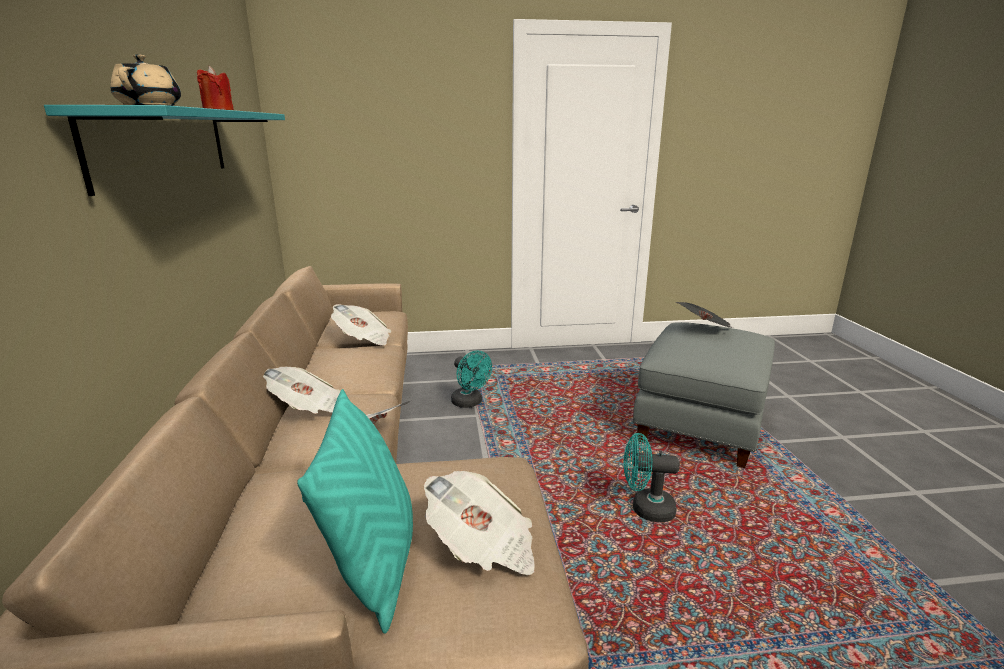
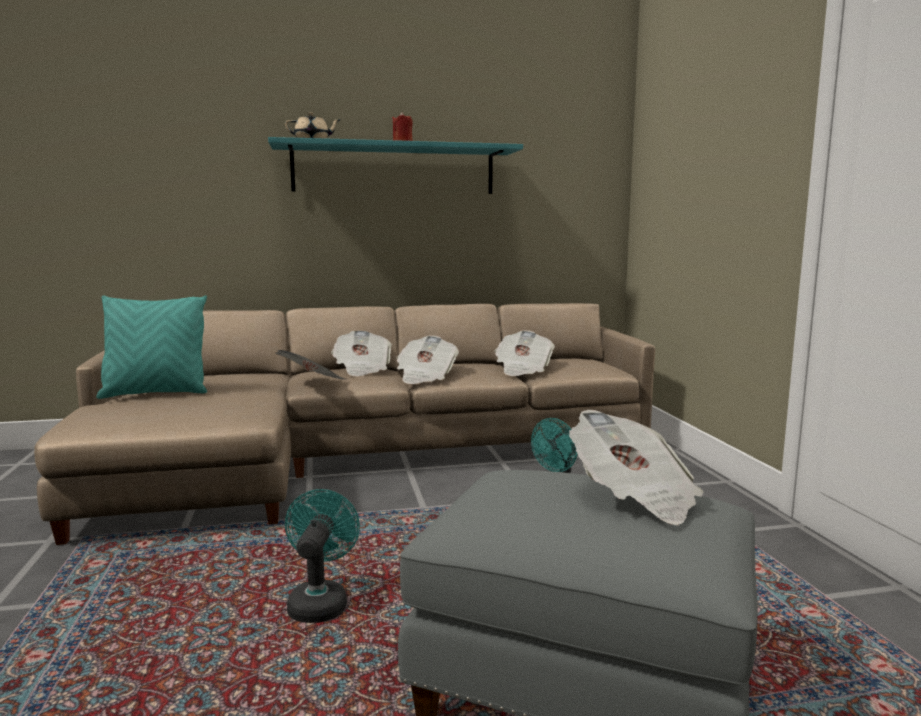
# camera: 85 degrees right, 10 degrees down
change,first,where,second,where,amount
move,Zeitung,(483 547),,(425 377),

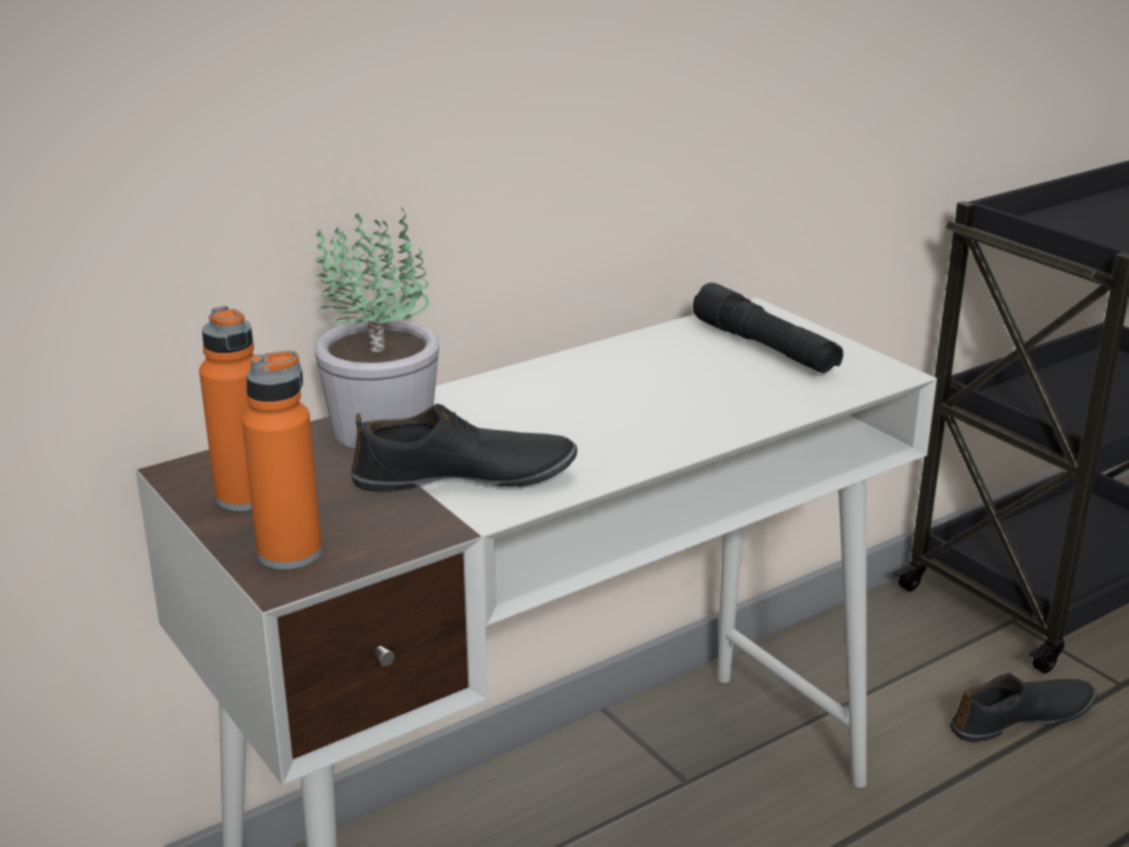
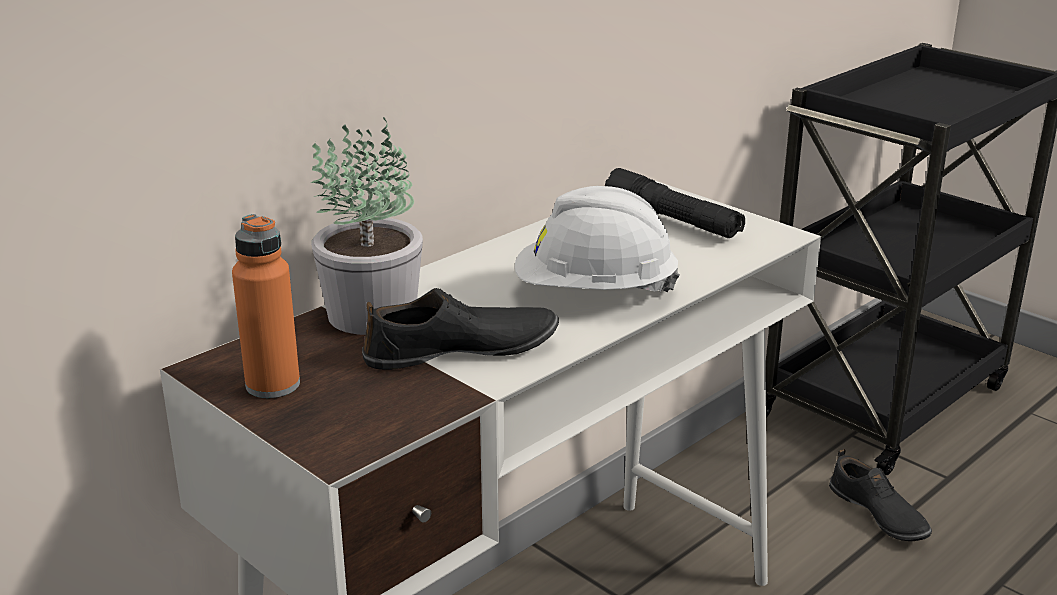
# camera: 10 degrees left, 0 degrees up
change,first,where,second,where,amount
delete,Flasche [orange],(289 553),,,
rotate,Schuh [schwarz],(1021 719),,(877 514),90 degrees clockwise
insert,,,Schutzhelm [weiß],(594 293),

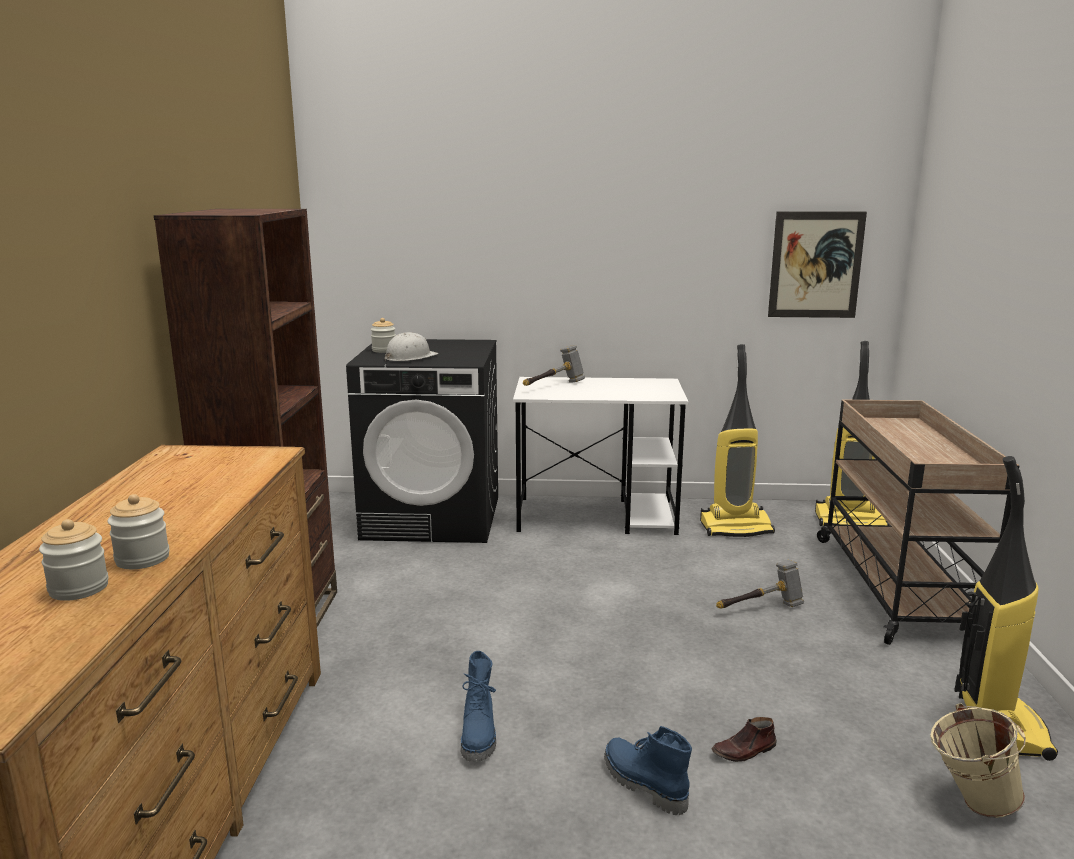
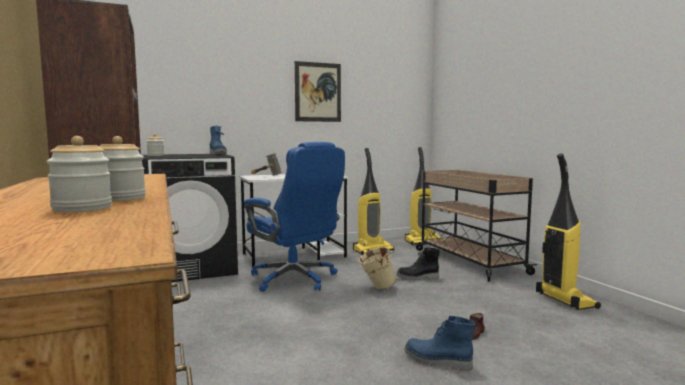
# camera: 25 degrees left, 10 degrees down
change,first,where,second,where,amount
delete,Schutzhelm [weiß],(410 357),,,
move,Stiefel [blau],(479 735),,(218 154),
replace,Hammer,(760 609),Stiefel [schwarz],(417 278),
move,Bild,(816 265),,(318 92),
move,Eimer [beige],(968 802),,(376 288),
insert,,,Bürostuhl [blau],(295 279),

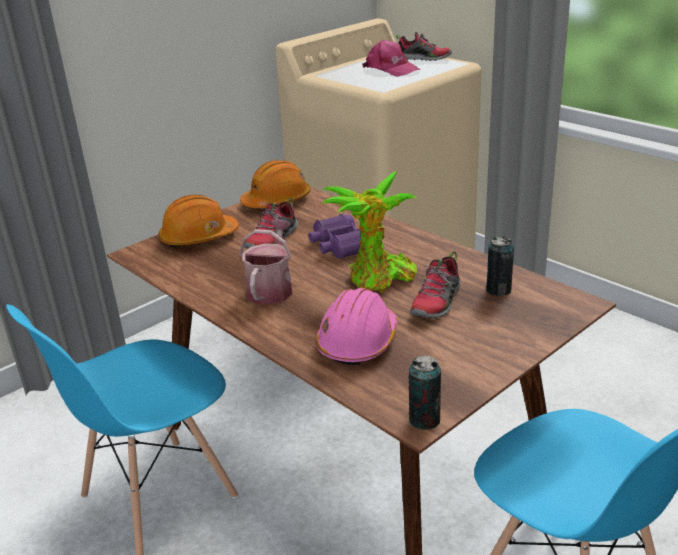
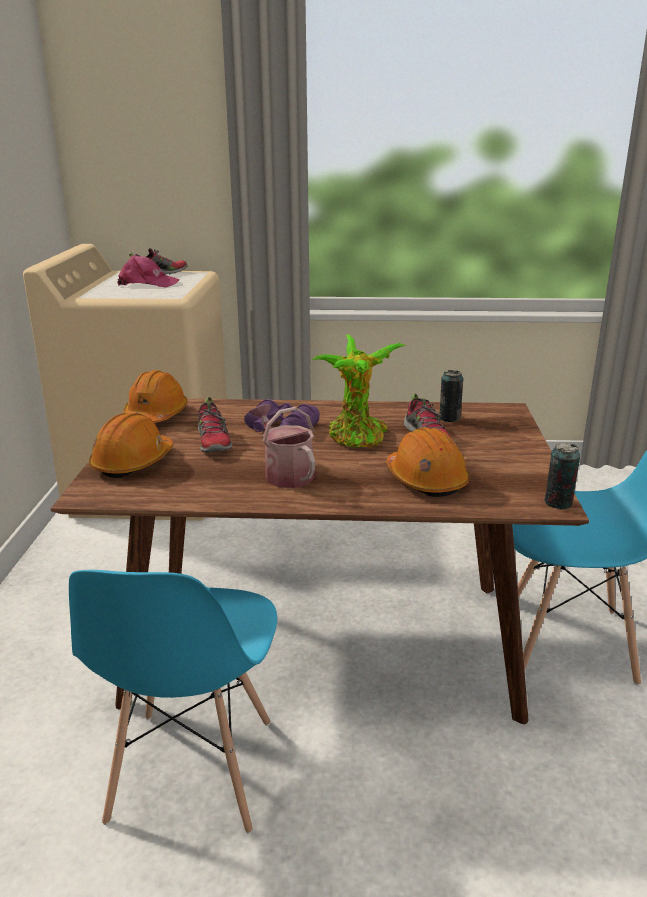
# camera: 45 degrees left, 5 degrees down
change,first,where,second,where,amount
recolor,Schutzhelm [rosa],(358 342),Schutzhelm [orange],(426 480),

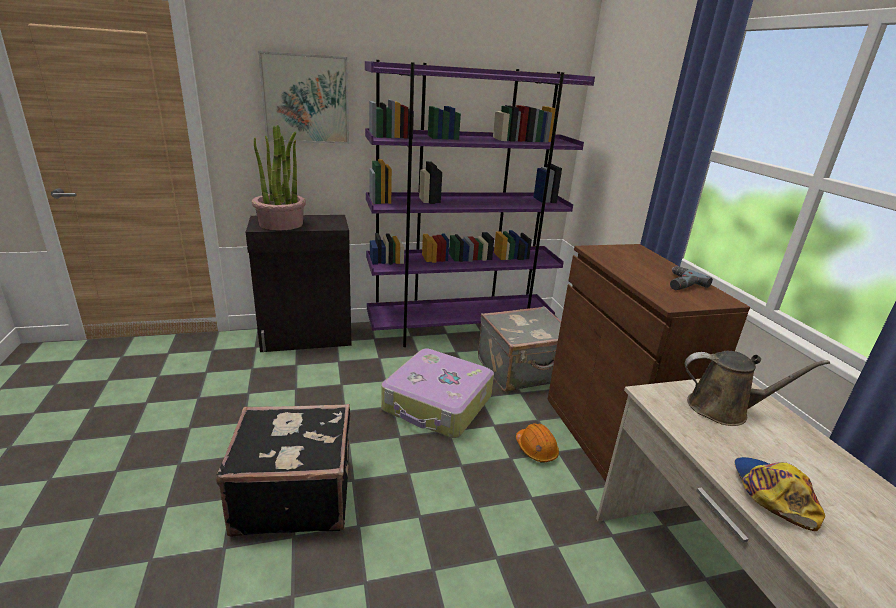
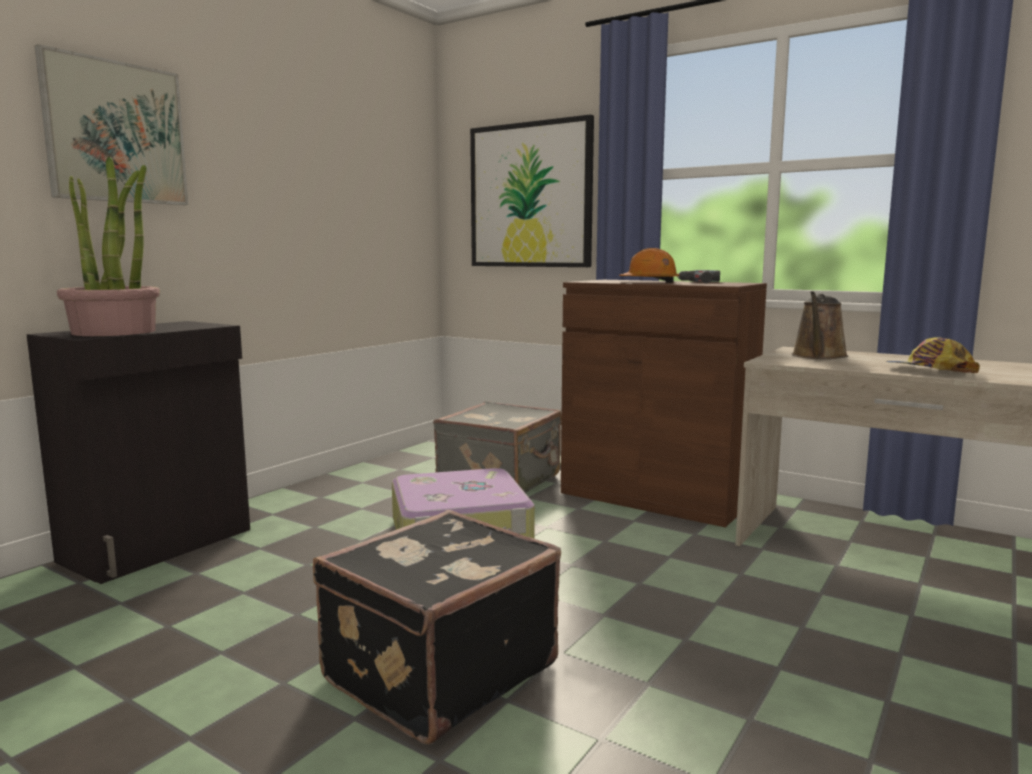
# camera: 40 degrees left, 15 degrees down
change,first,where,second,where,amount
delete,Bücherregal [lila],(460 329),,,
move,Schutzhelm [orange],(536 449),,(649 282),
rotate,Gießkanne [braun],(724 409),,(818 356),150 degrees clockwise
insert,,,Bild,(530 195),

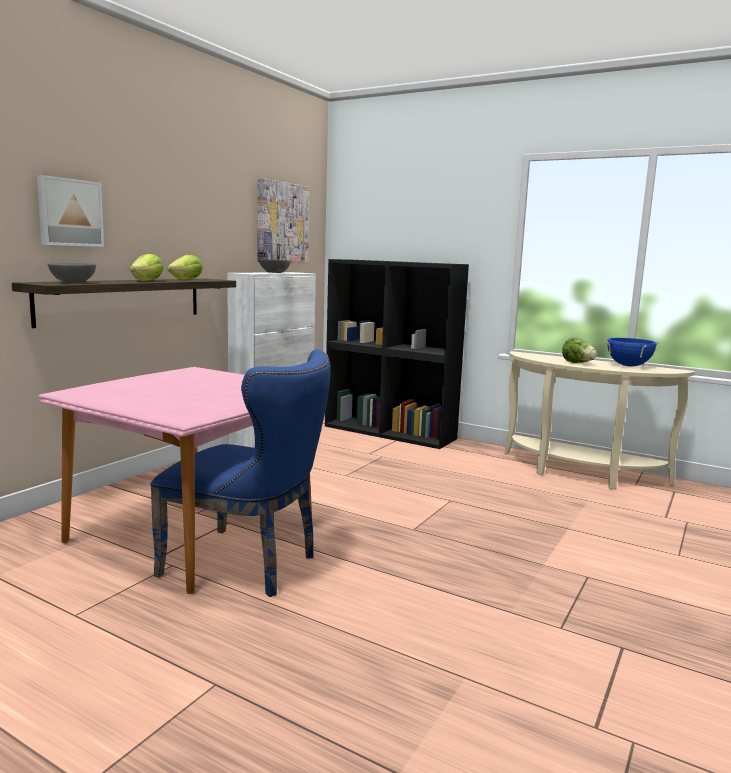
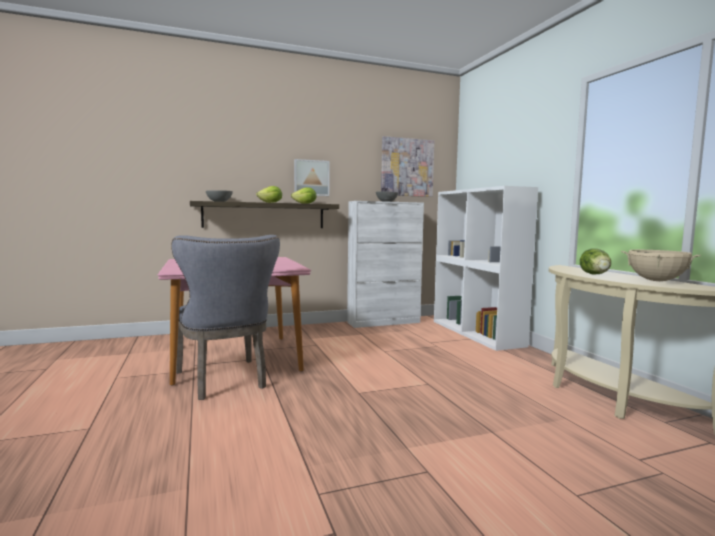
# camera: 40 degrees right, 5 degrees down
change,first,where,second,where,amount
move,Bild,(69 212),,(311 178),
recolor,Stuhl [blau],(250 564),Stuhl [grau],(225 381),
recolor,Bücherregal [schwarz],(390 432),Bücherregal [weiß],(477 333),
recolor,Kochtopf [blau],(628 366),Kochtopf [beige],(656 281),

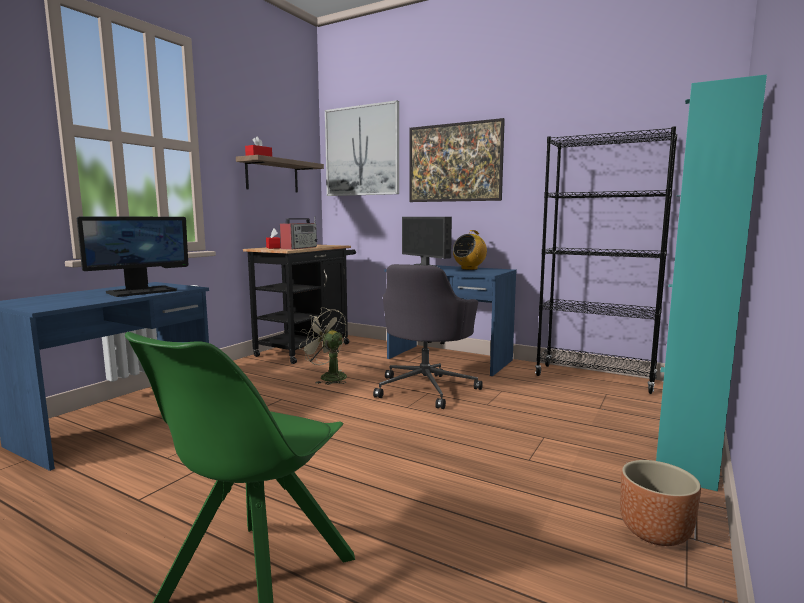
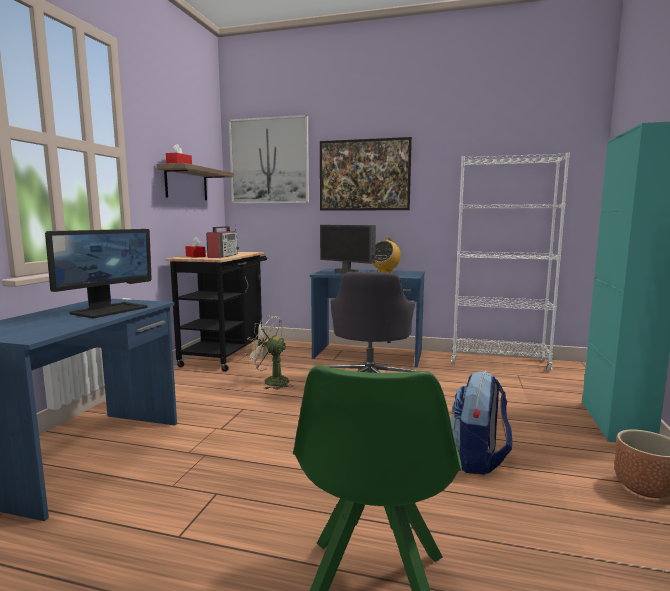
# camera: 15 degrees left, 0 degrees up
change,first,where,second,where,amount
recolor,Bücherregal [schwarz],(594 378),Bücherregal [weiß],(498 362),
insert,,,Rucksack,(478 460),

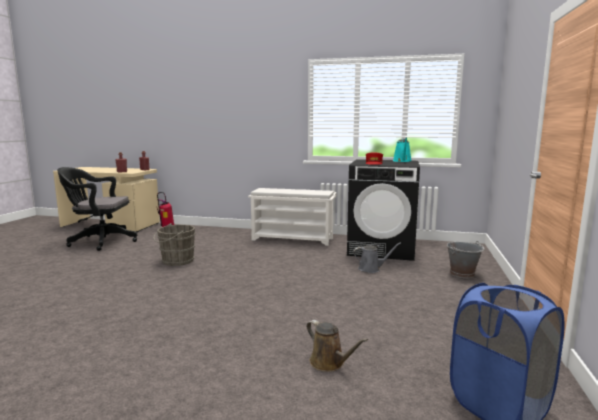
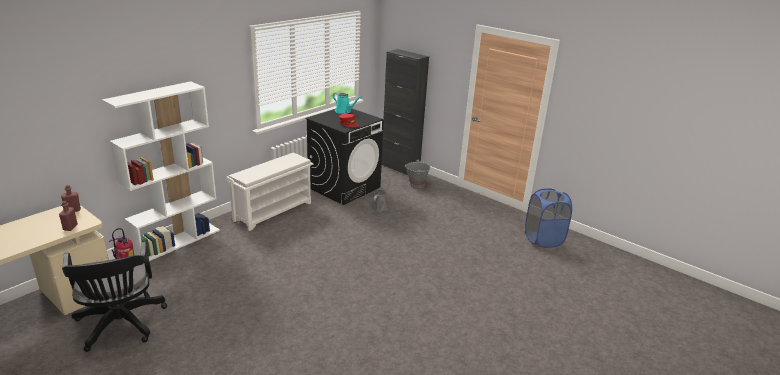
# camera: 65 degrees left, 15 degrees up
change,first,where,second,where,amount
rotate,Bürostuhl [schwarz],(100 241),,(120 326),45 degrees counterclockwise
delete,Eimer [grau],(176 261),,,
delete,Gießkanne [braun],(329 363),,,
insert,,,Bücherregal [weiß],(177 241),
insert,,,Schrank [schwarz],(400 168),

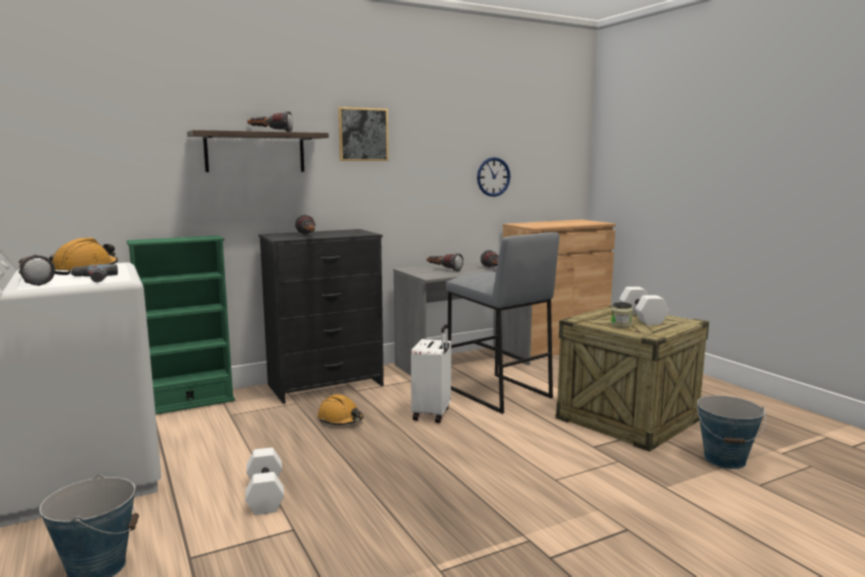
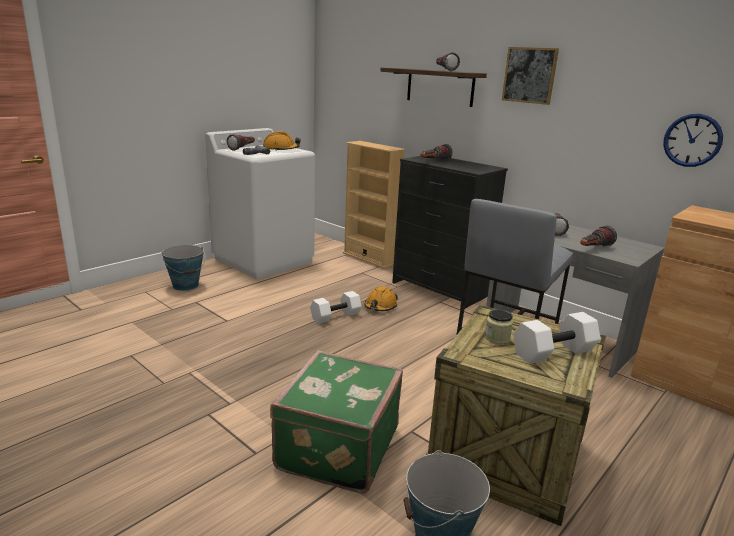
# camera: 70 degrees right, 10 degrees up
change,first,where,second,where,amount
recolor,Bücherregal [grün],(189 403),Bücherregal [beige],(369 258),
move,Hantel [weiß],(264 494),,(335 316),
delete,Koffer [weiß],(432 414),,,
insert,,,Koffer [grün],(335 448),

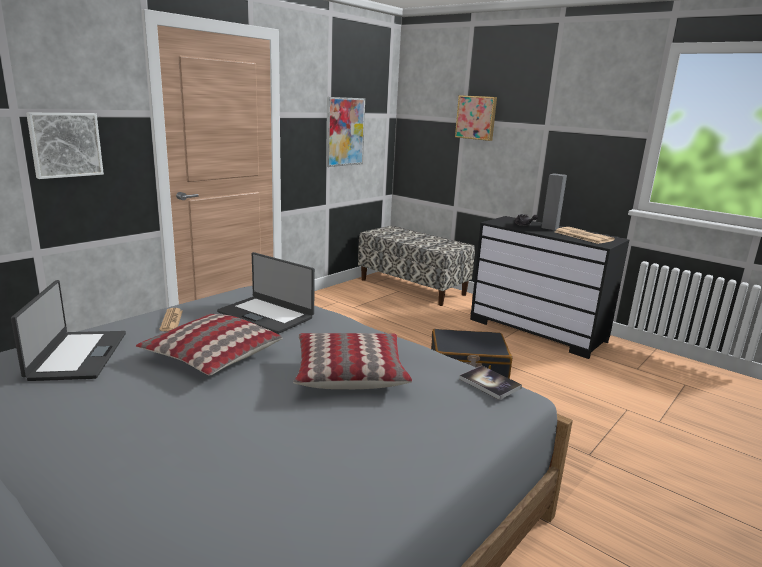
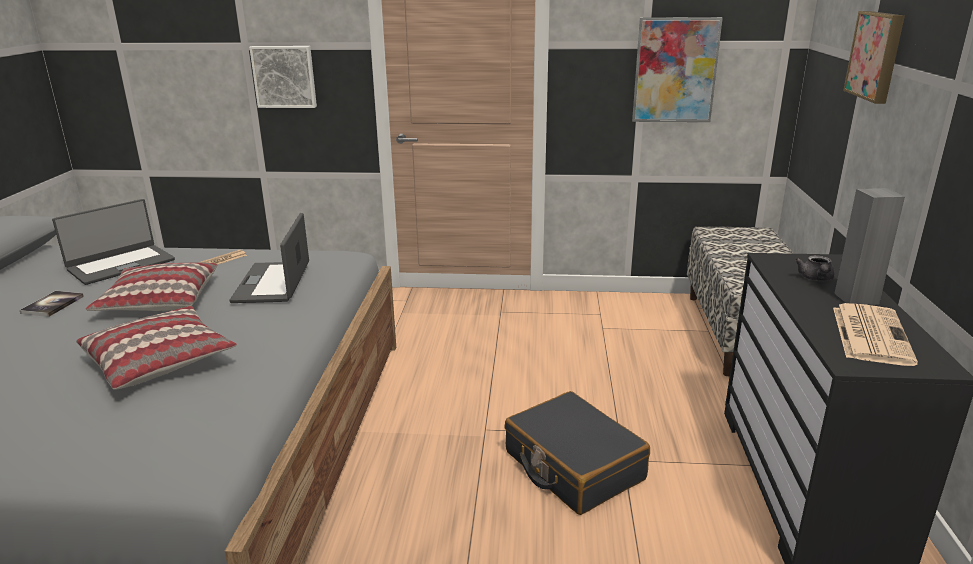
# camera: 55 degrees right, 5 degrees up
change,first,where,second,where,amount
move,Buch,(489 383),,(53 305),

